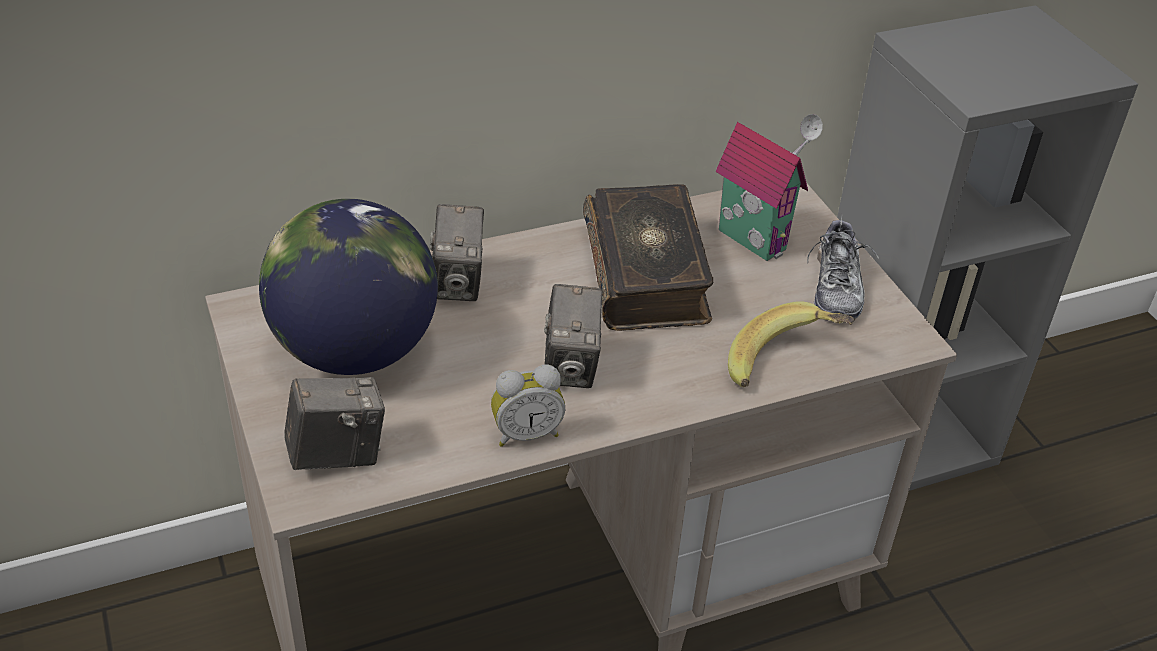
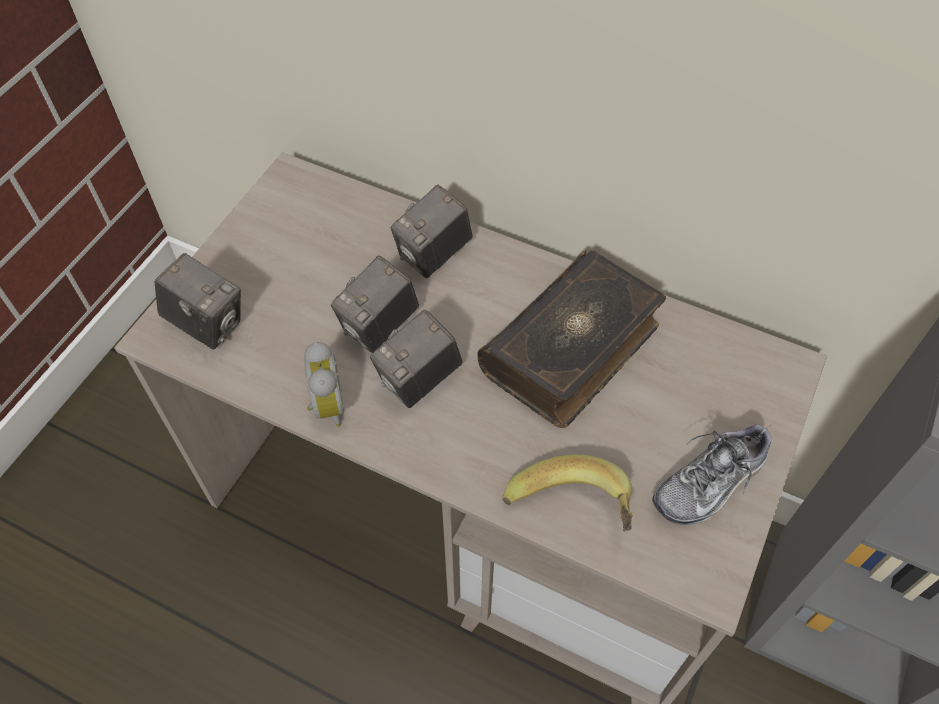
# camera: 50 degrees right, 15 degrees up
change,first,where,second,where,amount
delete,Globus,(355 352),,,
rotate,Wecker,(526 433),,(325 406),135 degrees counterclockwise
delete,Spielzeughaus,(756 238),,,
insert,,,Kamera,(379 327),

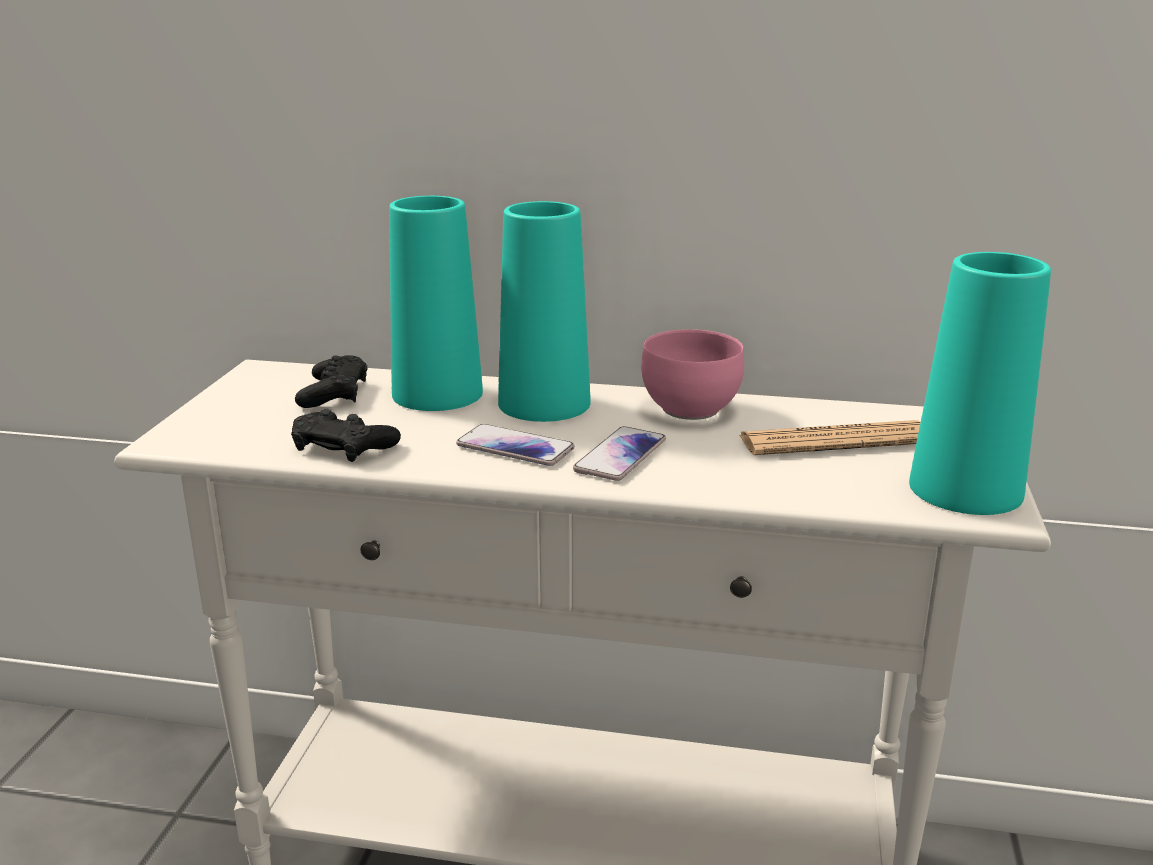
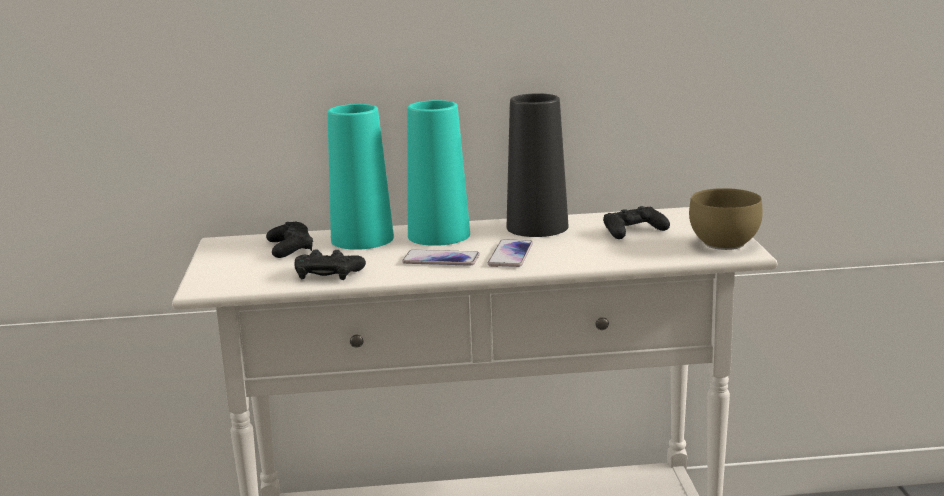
# camera: 15 degrees left, 5 degrees down
change,first,where,second,where,amount
replace,Schüssel [rosa],(693 411),Vase [schwarz],(537 227),
replace,Zeitung,(834 441),Gamepad [schwarz],(633 231),
replace,Vase [türkis],(965 489),Schüssel [braun],(721 244),

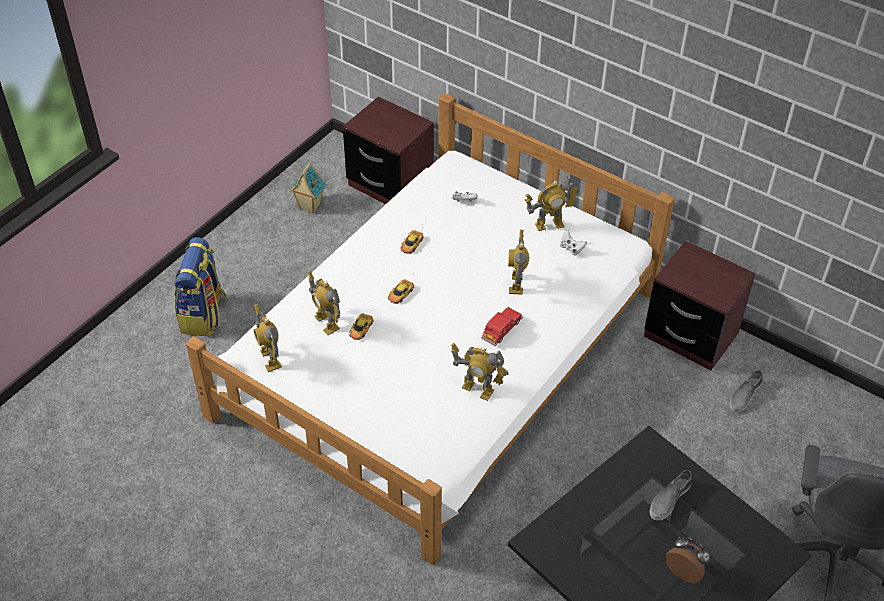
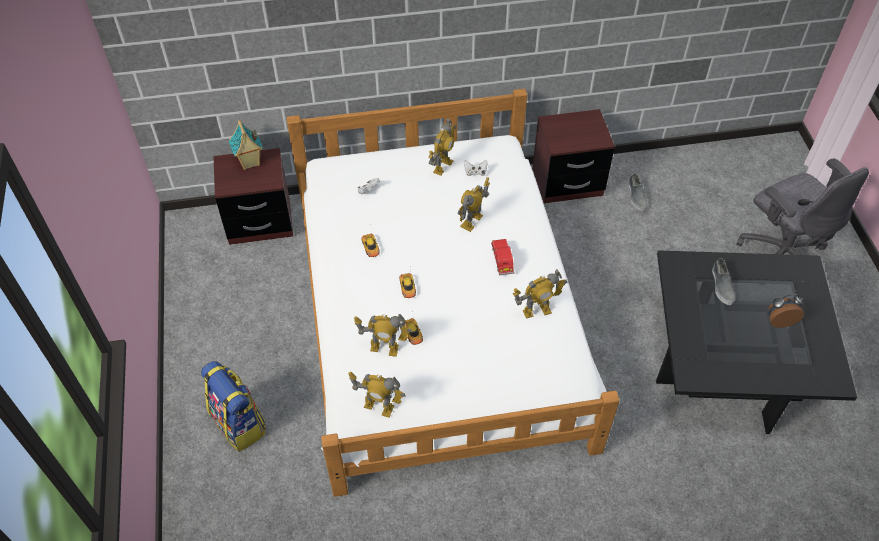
# camera: 45 degrees left, 5 degrees up
change,first,where,second,where,amount
move,Spielzeughaus,(309 206),,(249 163),
rotate,Spielzeugroboter,(516 284),,(472 221),75 degrees clockwise

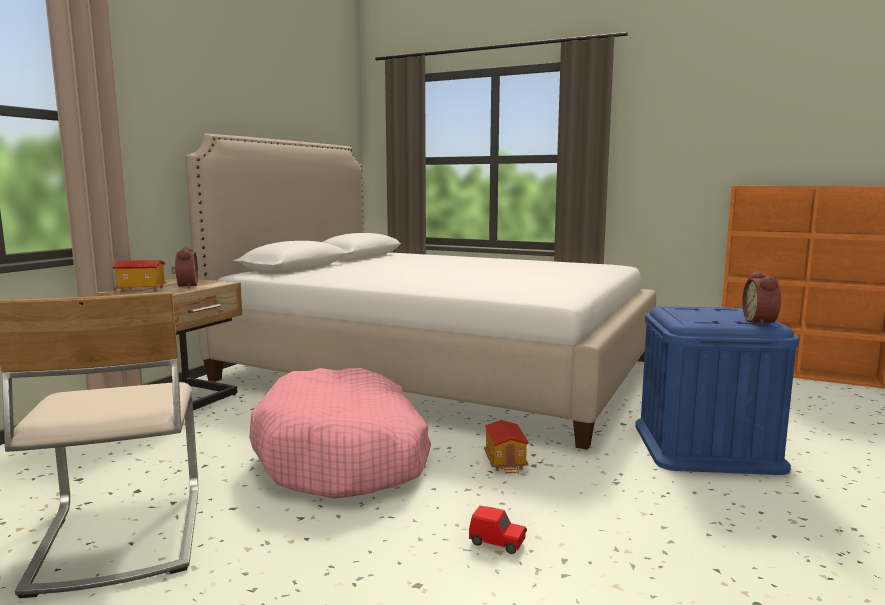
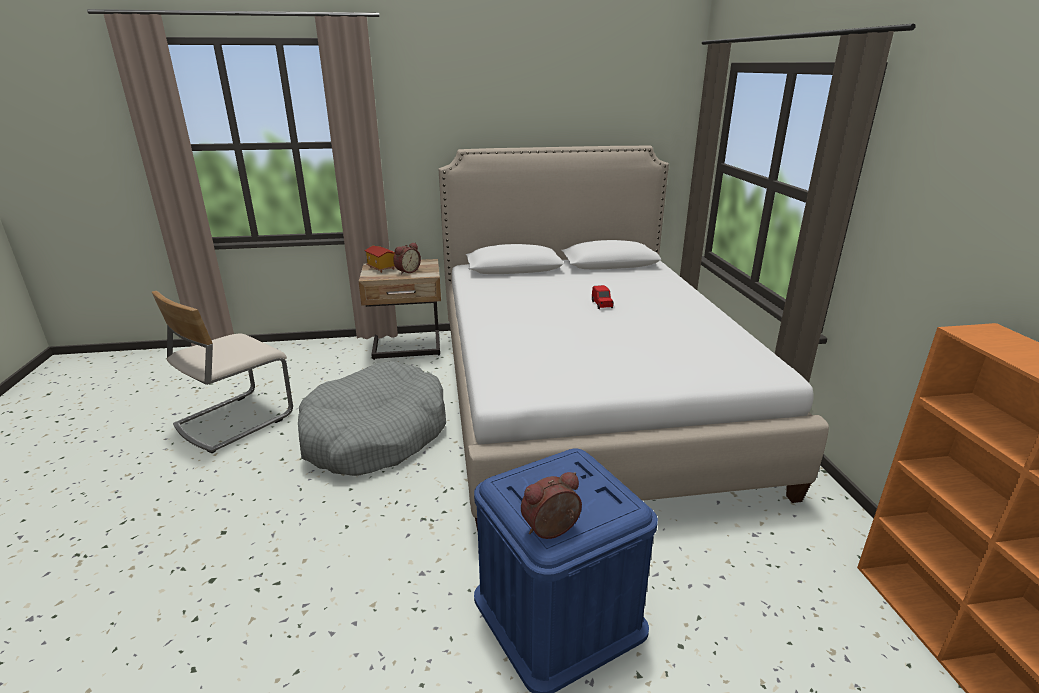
# camera: 55 degrees right, 15 degrees up
change,first,where,second,where,amount
recolor,Hundebett [rosa],(344 456),Hundebett [grau],(375 435),
move,Spielzeugauto [rot],(497 543),,(602 305),
delete,Spielzeughaus,(506 462),,,

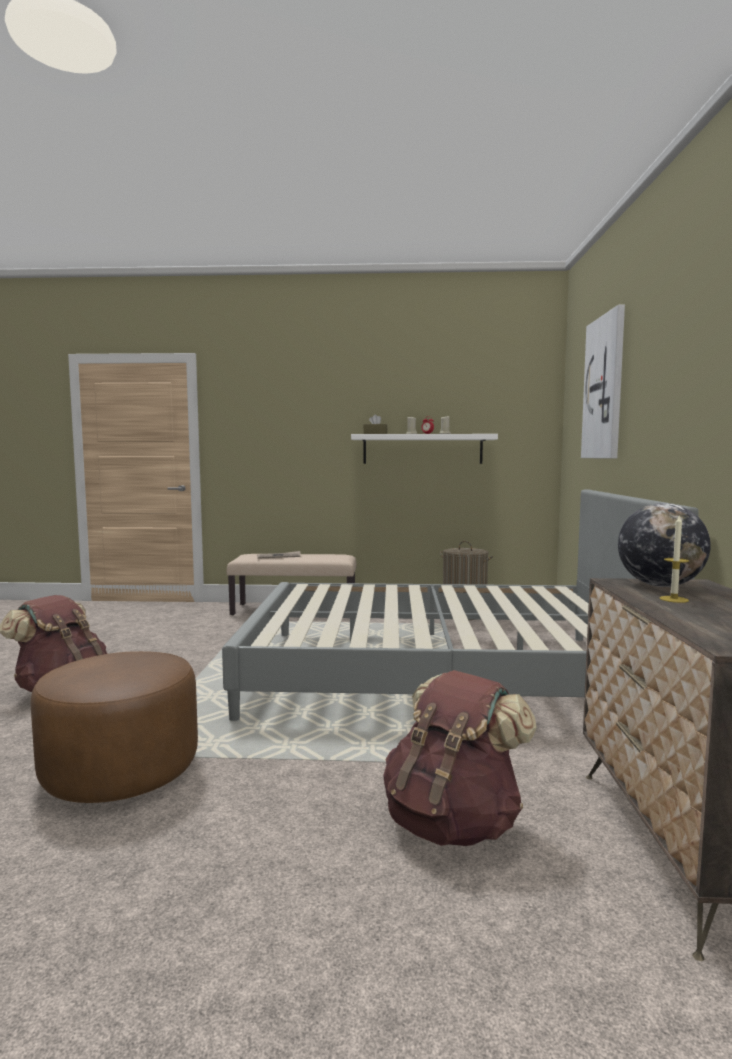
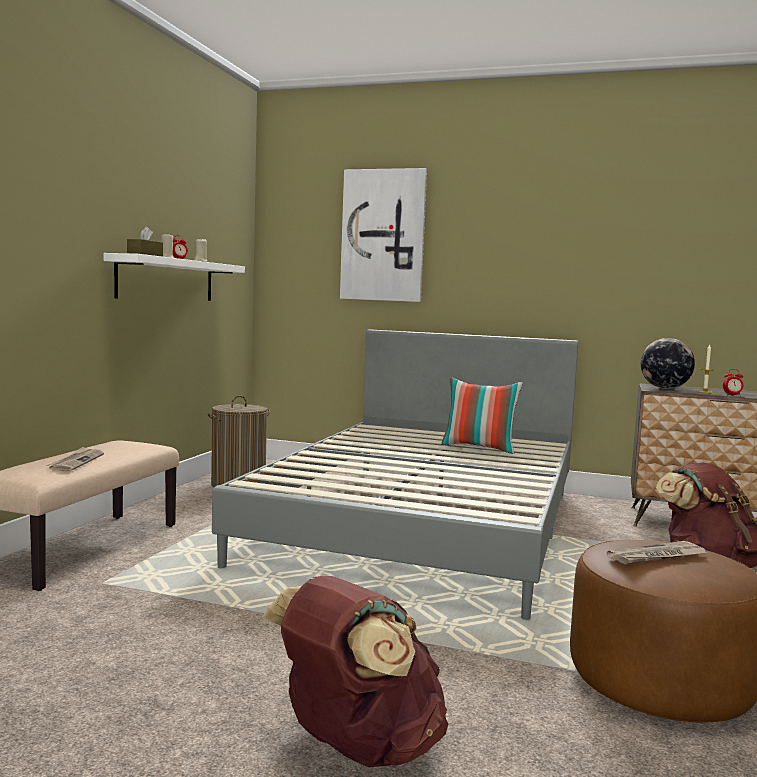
# camera: 75 degrees left, 0 degrees up
change,first,where,second,where,amount
insert,,,Kissen,(479 448),
insert,,,Zeitung,(657 556),
insert,,,Wecker,(732 396),

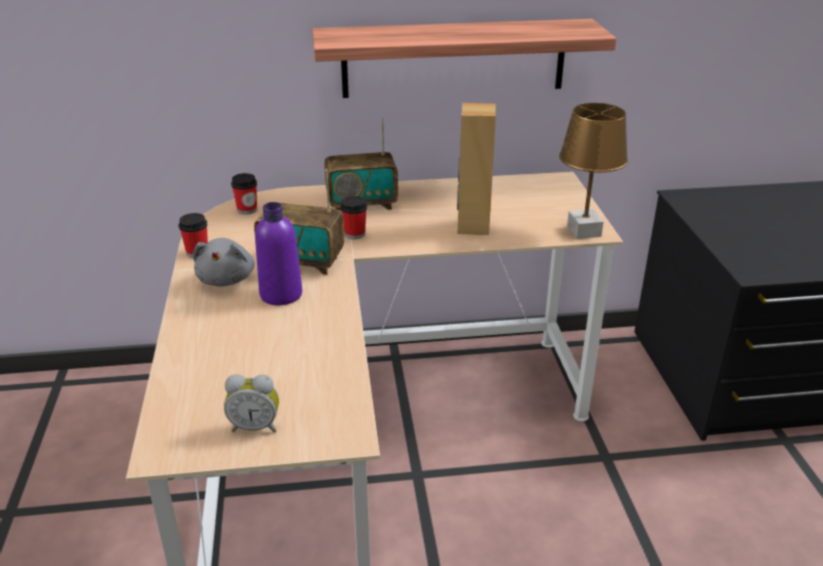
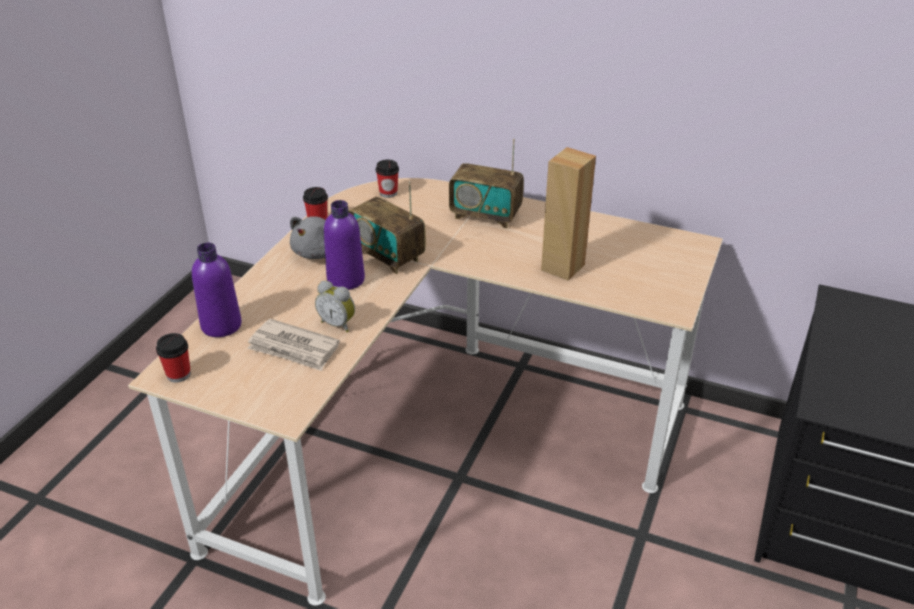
# camera: 30 degrees right, 5 degrees up
change,first,where,second,where,amount
move,Wecker,(255 426),,(338 324),
delete,Wandregal,(454 58),,,
move,Tasse,(354 234),,(178 374),
delete,Tischlampe [braun],(583 231),,,
insert,,,Flasche [lila],(221 325),
insert,,,Zeitung,(294 348),

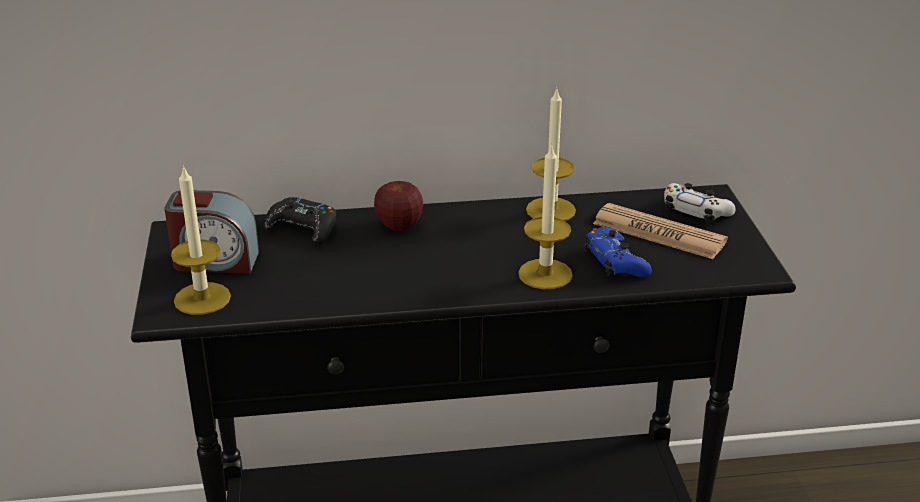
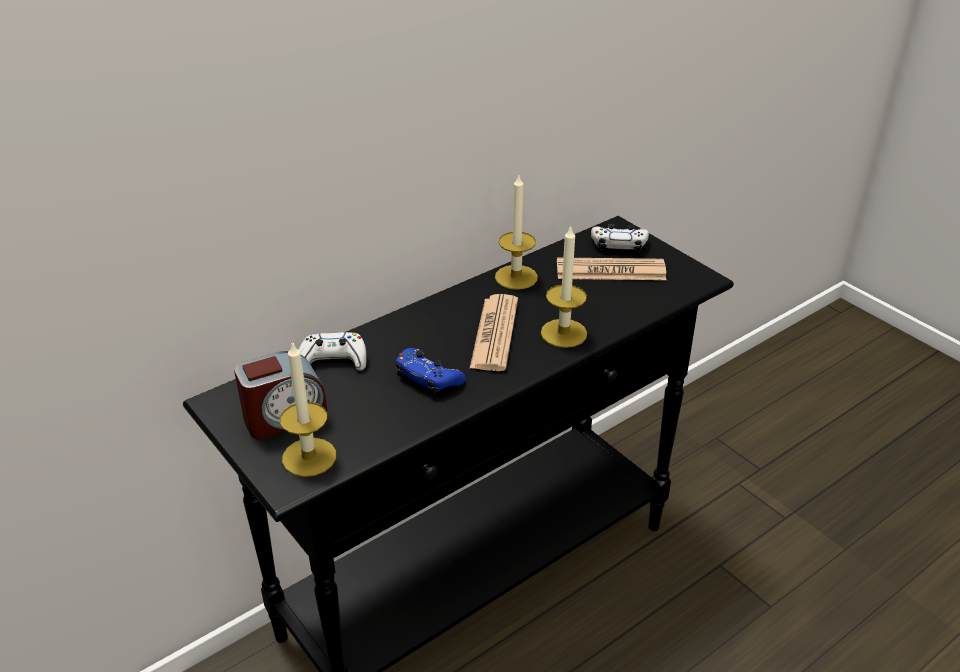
# camera: 30 degrees left, 5 degrees up
change,first,where,second,where,amount
recolor,Gamepad [schwarz],(303 229),Gamepad [weiß],(333 360),
delete,Apfel,(399 226),,,
move,Gamepad [blau],(615 262),,(428 378),
insert,,,Zeitung,(494 334),

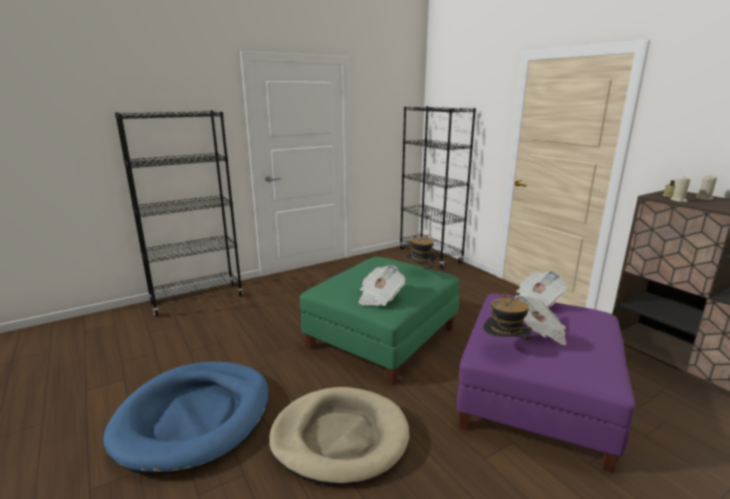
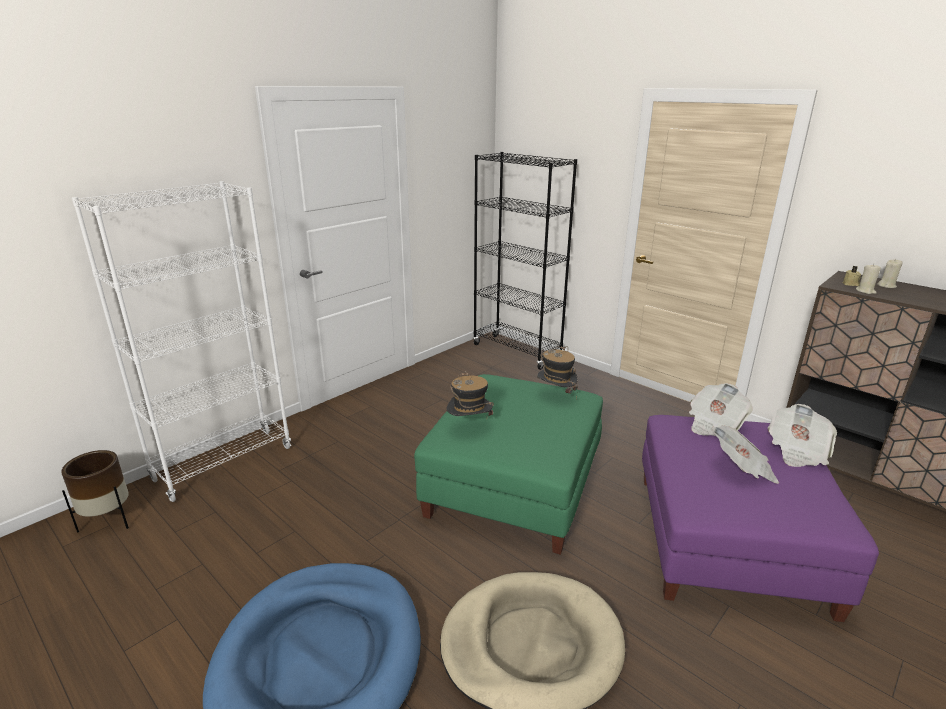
# camera: 15 degrees left, 5 degrees up
change,first,where,second,where,amount
recolor,Bücherregal [schwarz],(197 299),Bücherregal [weiß],(224 463),
move,Zeitung,(379 298),,(797 451),
move,Hut,(504 348),,(469 426),
insert,,,Pflanzkübel [braun],(109 520),

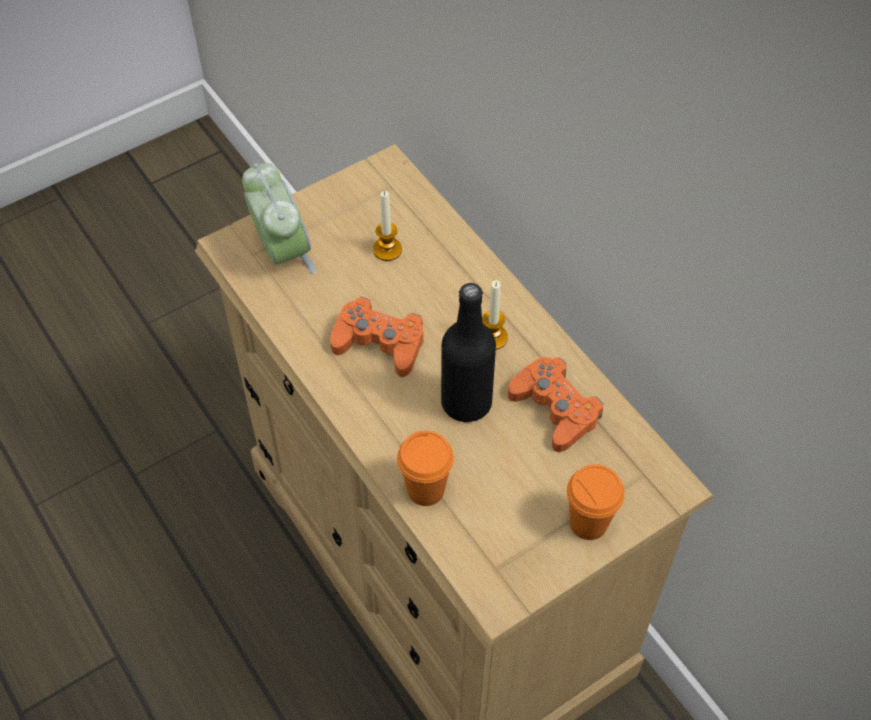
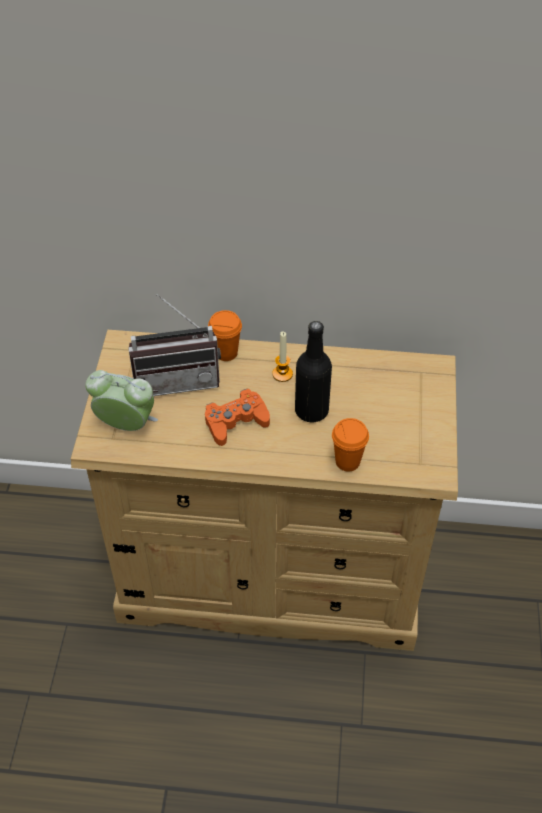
# camera: 50 degrees left, 5 degrees down
change,first,where,second,where,amount
replace,Kerze,(387 249),Radio,(177 379),
delete,Gamepad [orange],(555 409),,,
move,Tasse [orange],(588 523),,(226 353),

